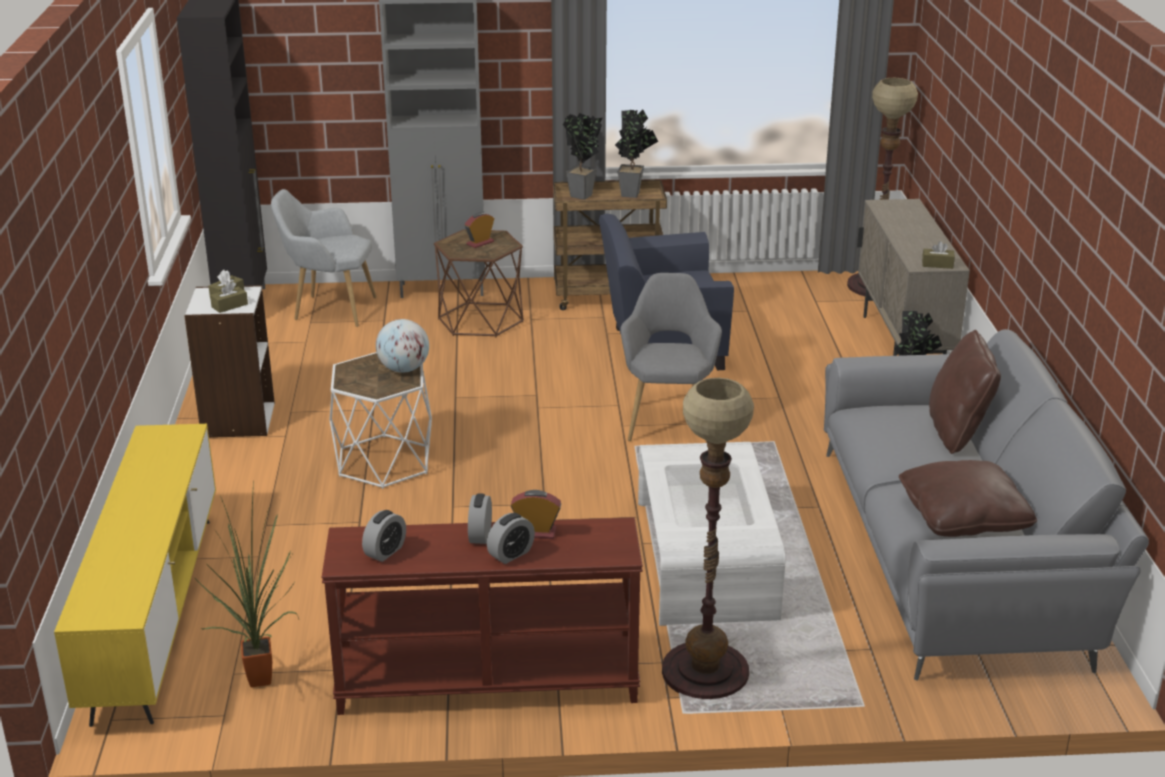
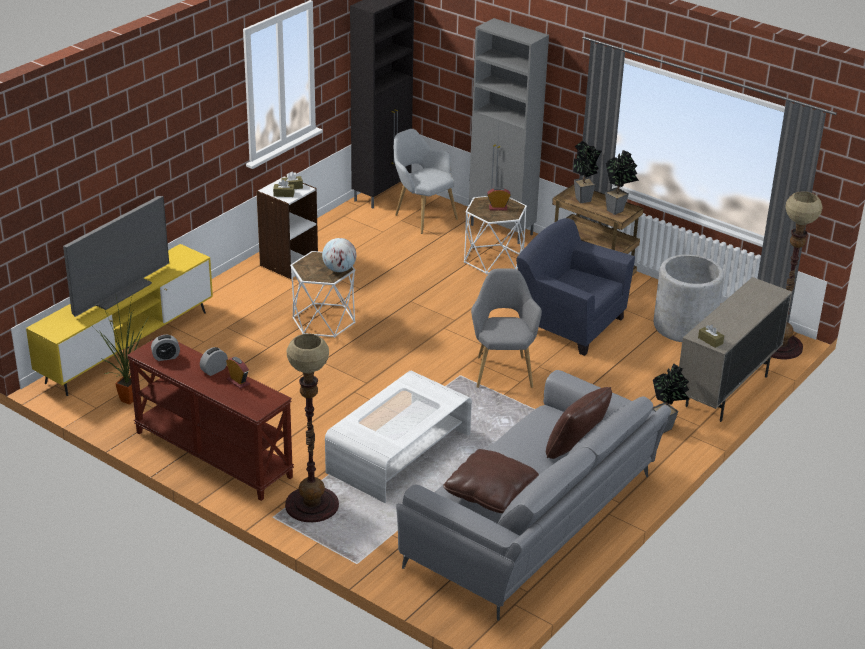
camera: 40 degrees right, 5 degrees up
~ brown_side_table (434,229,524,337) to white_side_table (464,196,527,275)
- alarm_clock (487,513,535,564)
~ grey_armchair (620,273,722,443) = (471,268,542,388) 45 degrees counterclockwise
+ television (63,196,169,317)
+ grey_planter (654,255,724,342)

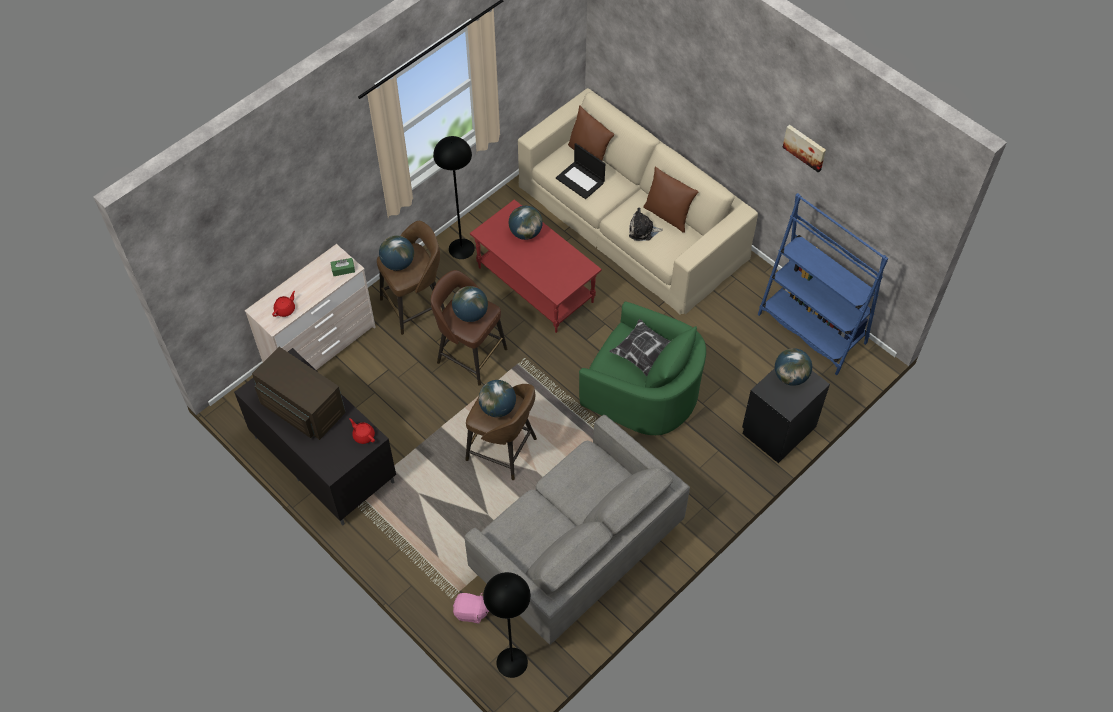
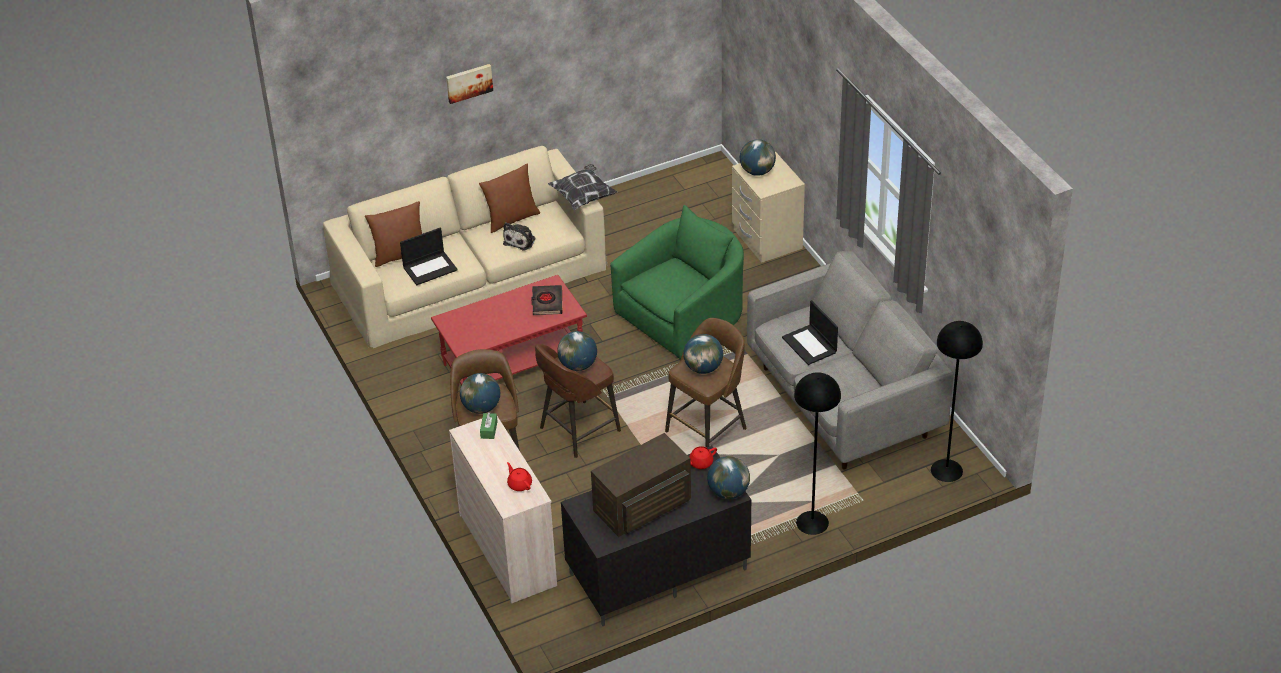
camera: 70 degrees left, 15 degrees down
~ black_floor_lamp (433,136,475,259) to (794,372,841,535)
- pink_plush_toy (453,592,489,624)
~ globe (509,206,543,240) to (707,456,750,499)
~ pillow (609,319,671,377) to (548,164,618,210)
~ black_nightstand (742,368,830,463) to beige_nightstand (732,152,805,263)
- blue_bookcase (758,193,888,375)
~ picture (783,125,826,173) to (446,64,493,104)
+ black_book (531,285,562,315)
+ laptop (782,300,838,365)

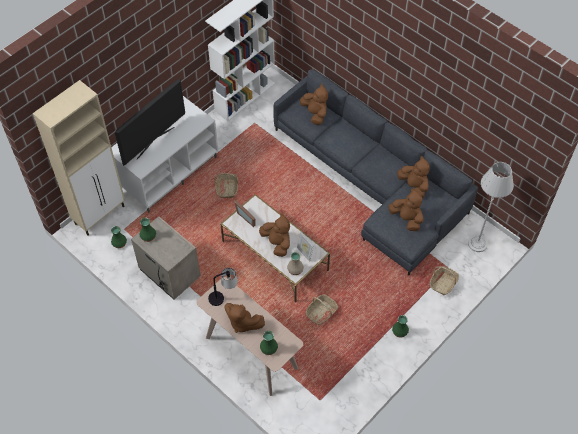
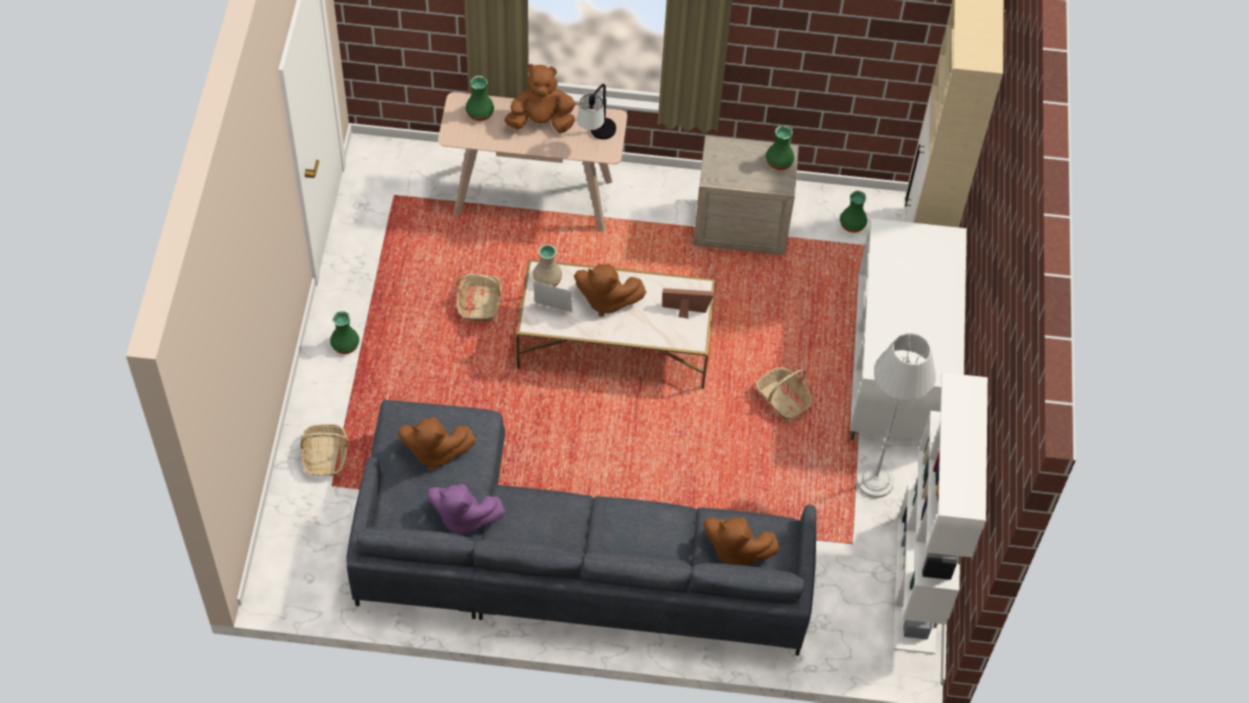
camera: 140 degrees right, 0 degrees up
- television (115,78,185,166)
~ brown_plush_toy (397,156,430,198) to purple_plush_toy (427,484,505,535)
~ grey_floor_lamp (468,162,514,252) to (856,333,936,498)

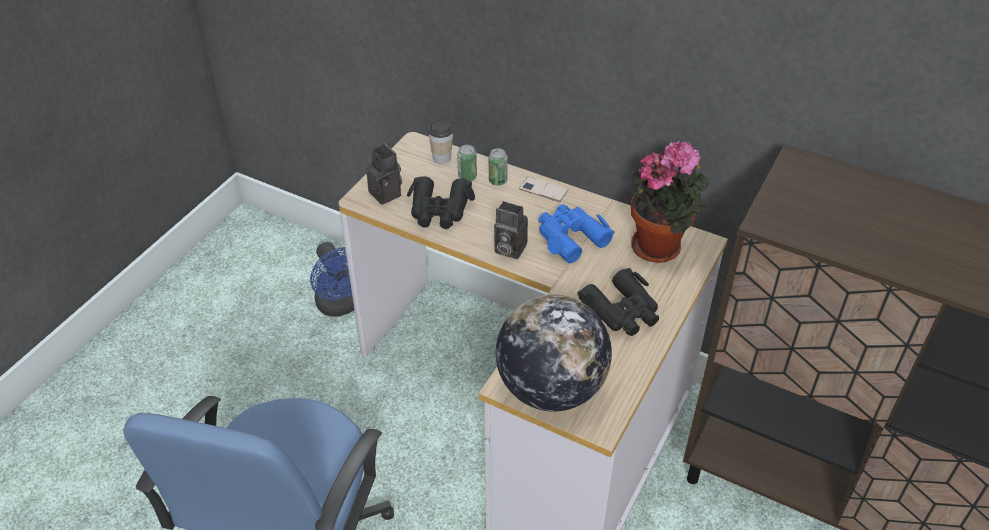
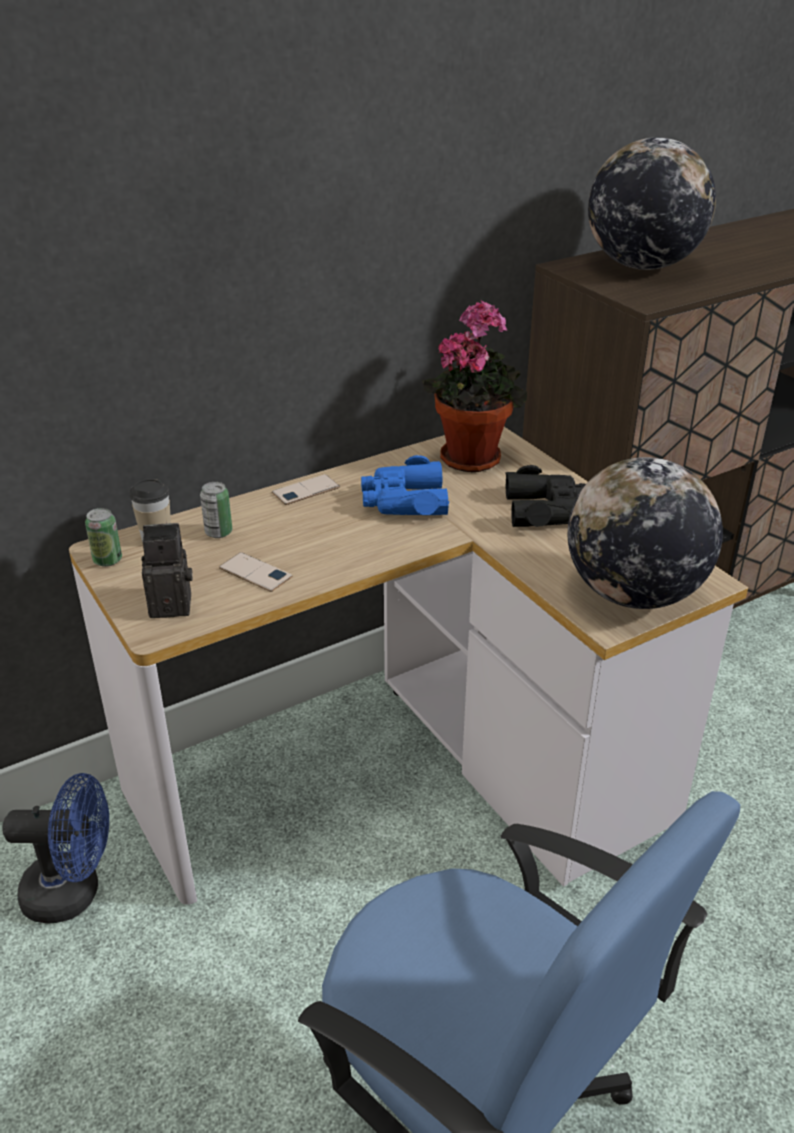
camera: 60 degrees left, 10 degrees down
~ black_binoculars (407,176,475,229) to phone (219,552,293,592)
~ can (489,148,508,186) to (85,508,122,567)
- photo_camera (494,201,528,259)
+ globe (588,137,716,270)

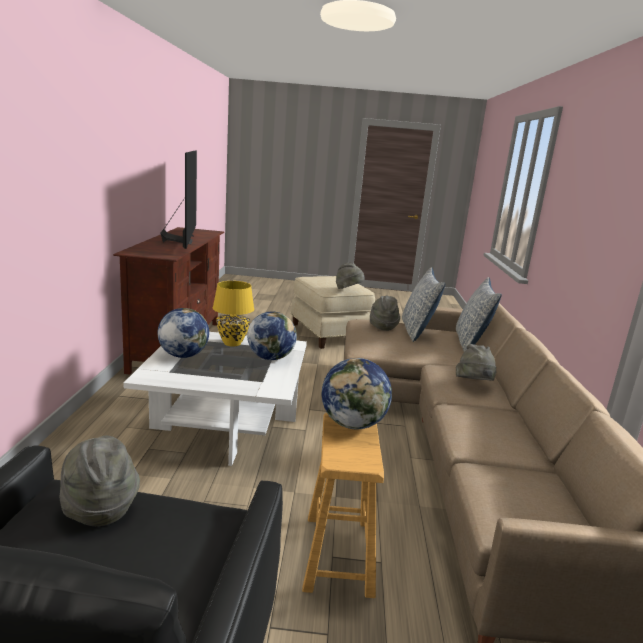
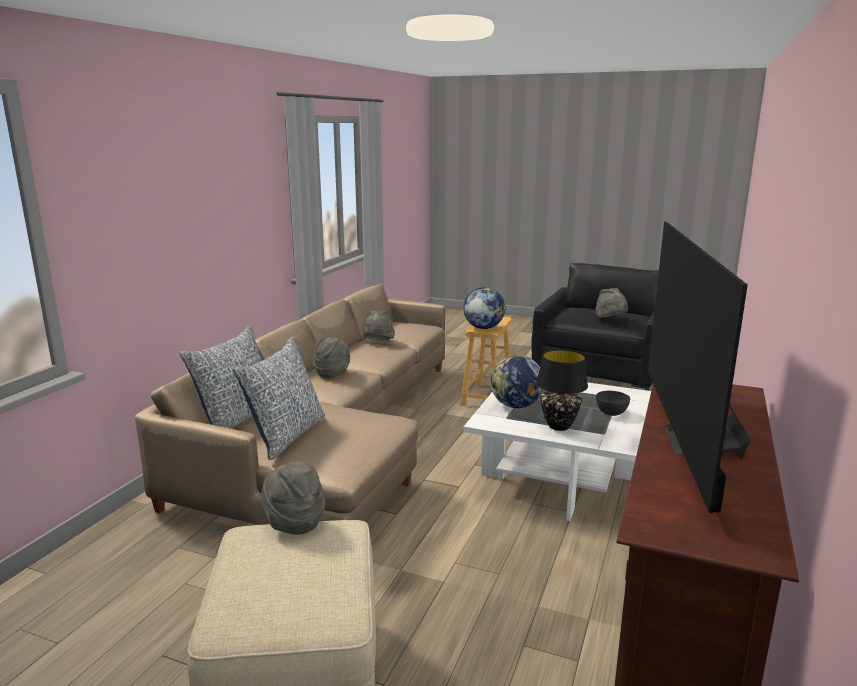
camera: 160 degrees left, 0 degrees up
~ globe (157,308,209,358) to grey_bowl (596,391,630,416)
~ yellow_table_lamp (213,281,254,347) to black_table_lamp (536,349,588,431)
~ grey_hat (370,296,400,331) to (364,310,395,339)

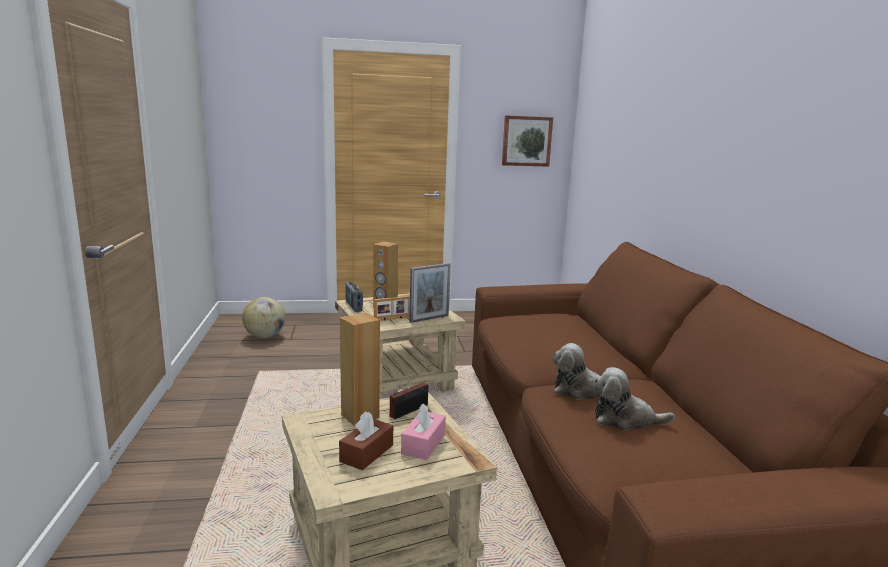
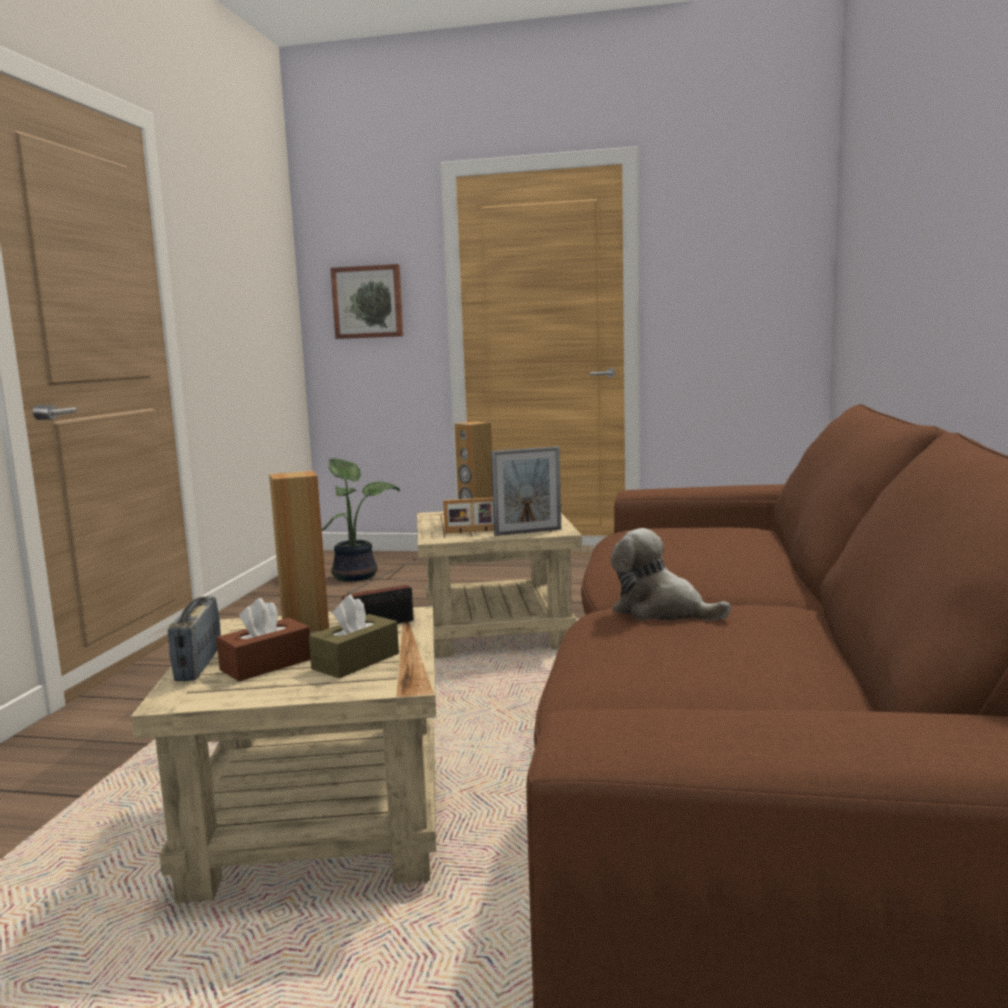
camera: 20 degrees right, 5 degrees down
~ globe (242,297,286,338) to potted_plant (322,458,400,581)
~ radio (345,282,363,312) to (168,597,221,681)
~ pink_tissue_box (401,404,446,460) to brown_tissue_box (309,595,399,678)
~ picture (502,116,553,167) to (330,264,403,339)
- plush_toy (593,367,675,431)

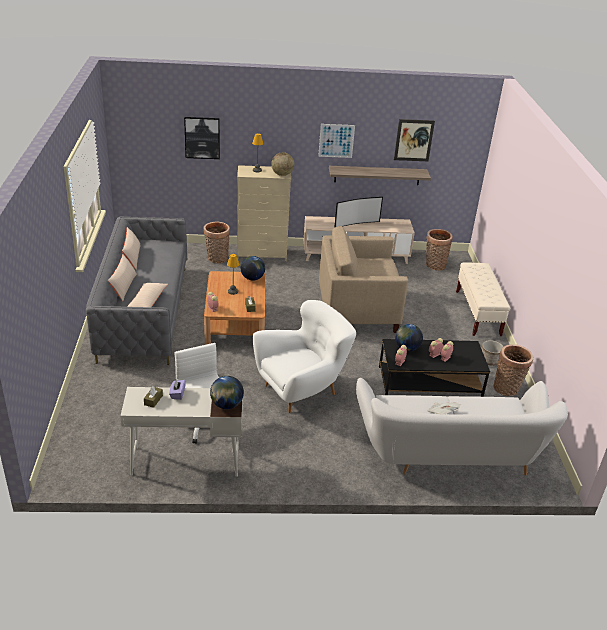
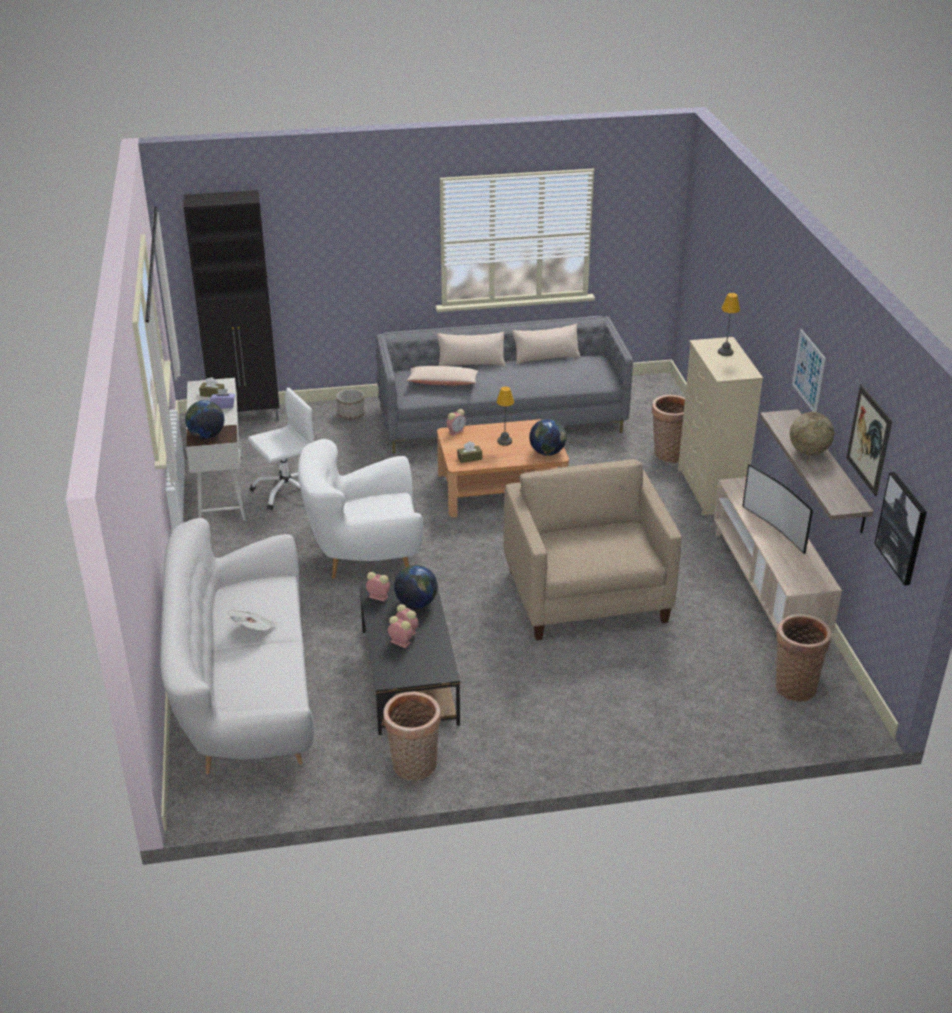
camera: 85 degrees right, 0 degrees up
~ picture (184,117,220,159) to (874,472,927,586)
~ white_armchair (253,300,356,413) = (298,439,423,579) 120 degrees clockwise
~ globe (271,152,294,176) to (790,412,834,455)
- beige_bench (456,263,510,336)
~ planter (481,340,503,366) to (336,389,365,420)
+ black_cabinet (184,190,280,421)

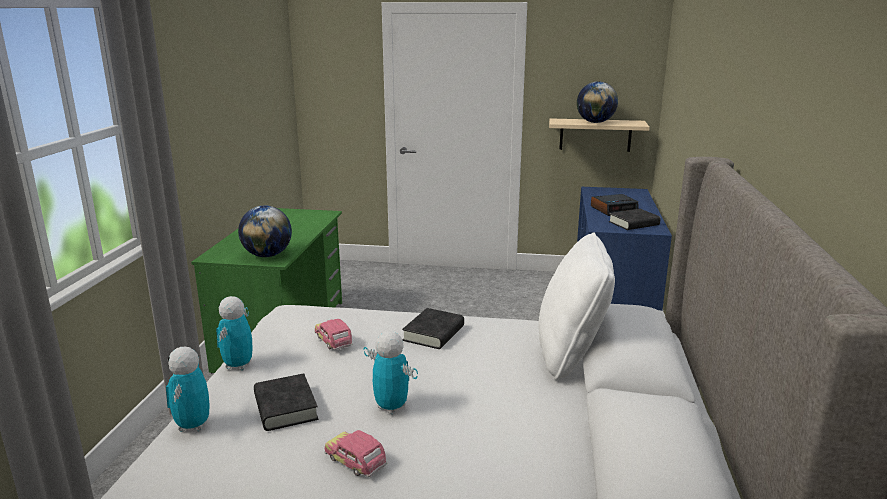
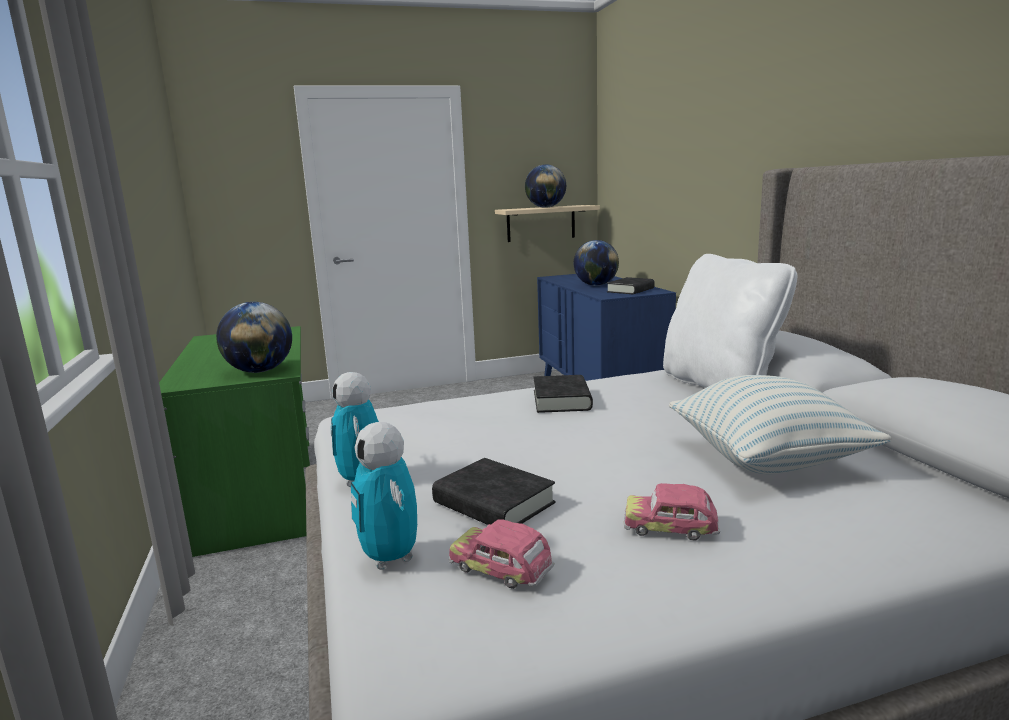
camera: 25 degrees left, 5 degrees down
~ toy_car (315,319,352,350) to (449,519,555,589)
- toy_robot (364,331,418,415)
~ alarm_clock (591,194,638,216) to globe (574,240,619,286)
+ pillow (669,375,892,474)

